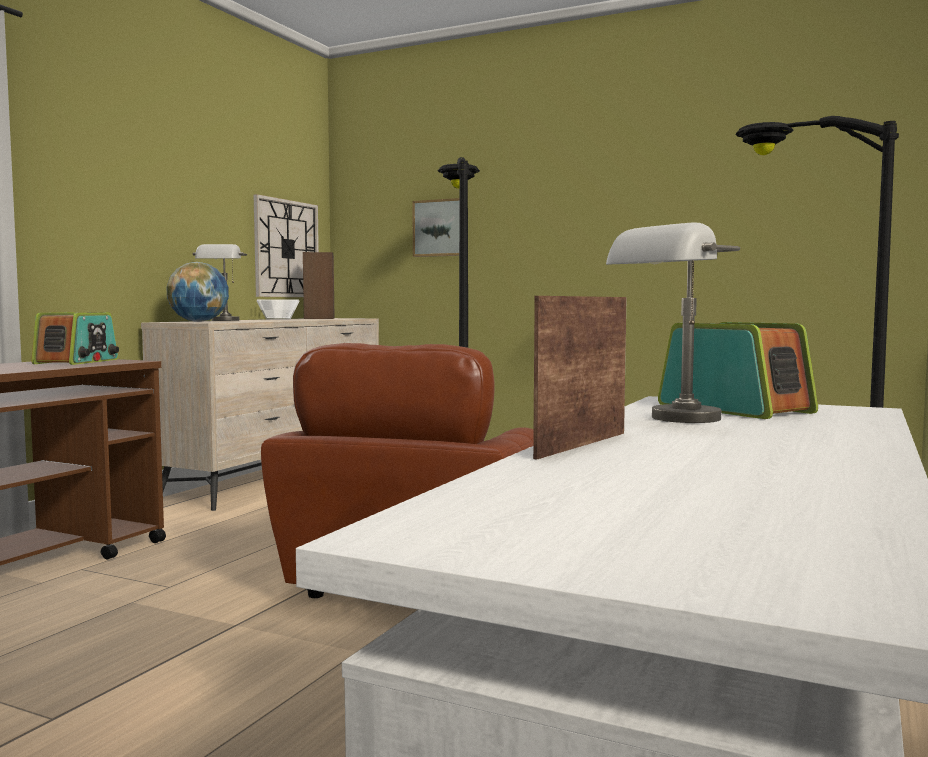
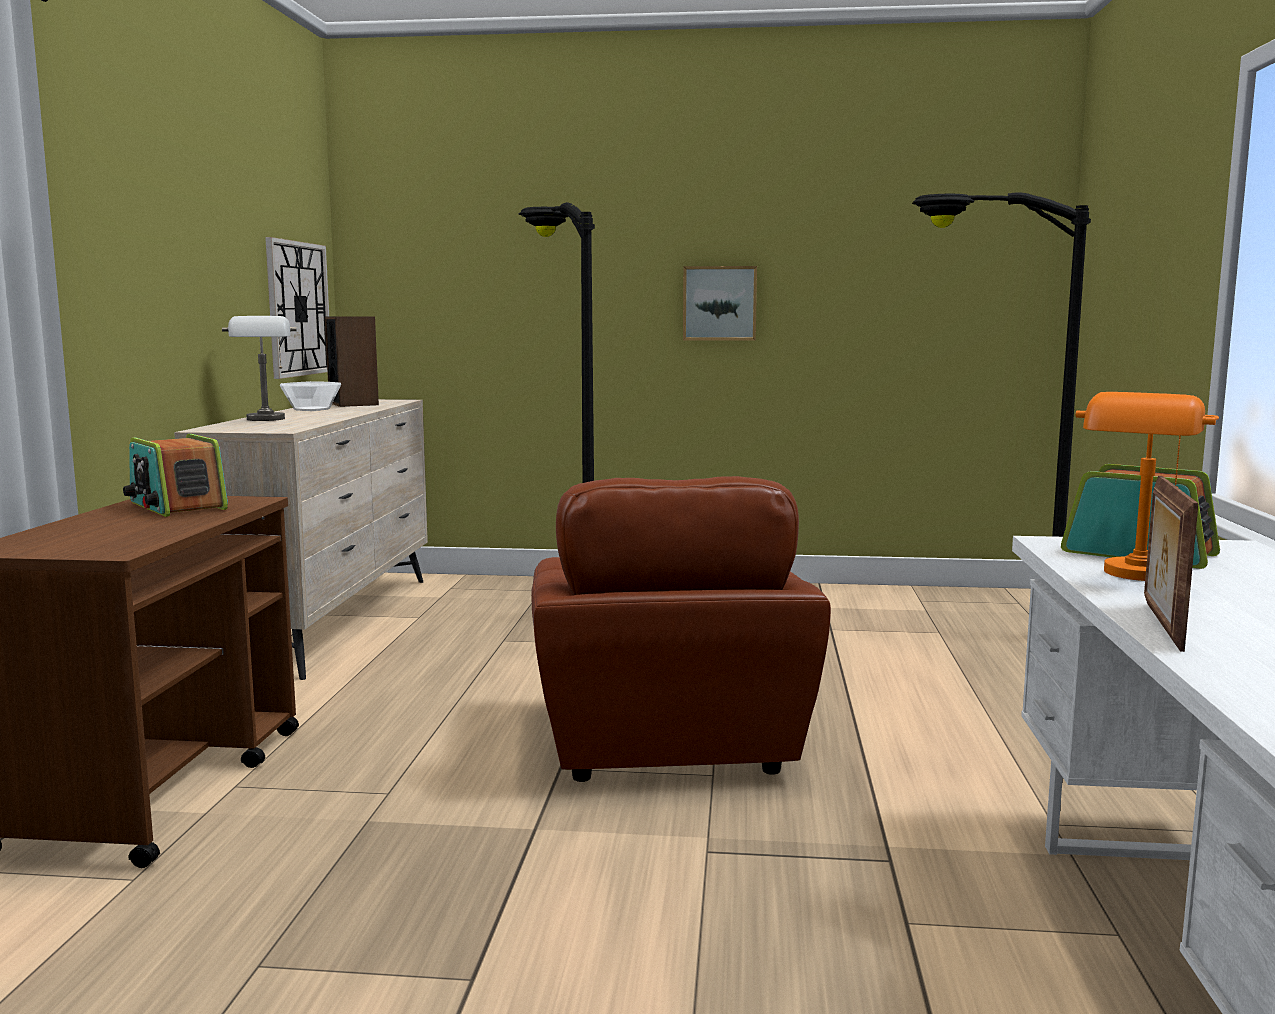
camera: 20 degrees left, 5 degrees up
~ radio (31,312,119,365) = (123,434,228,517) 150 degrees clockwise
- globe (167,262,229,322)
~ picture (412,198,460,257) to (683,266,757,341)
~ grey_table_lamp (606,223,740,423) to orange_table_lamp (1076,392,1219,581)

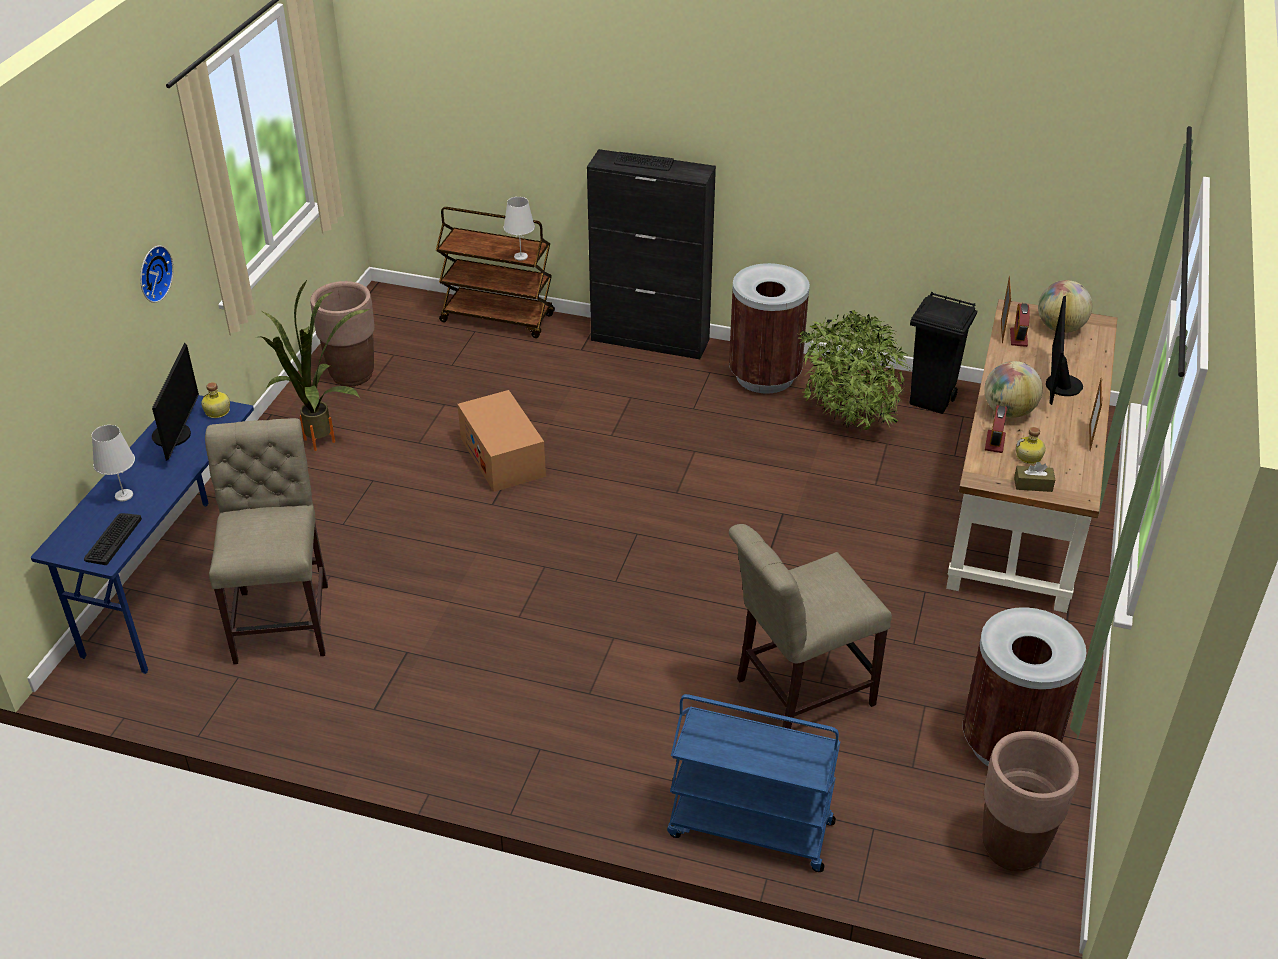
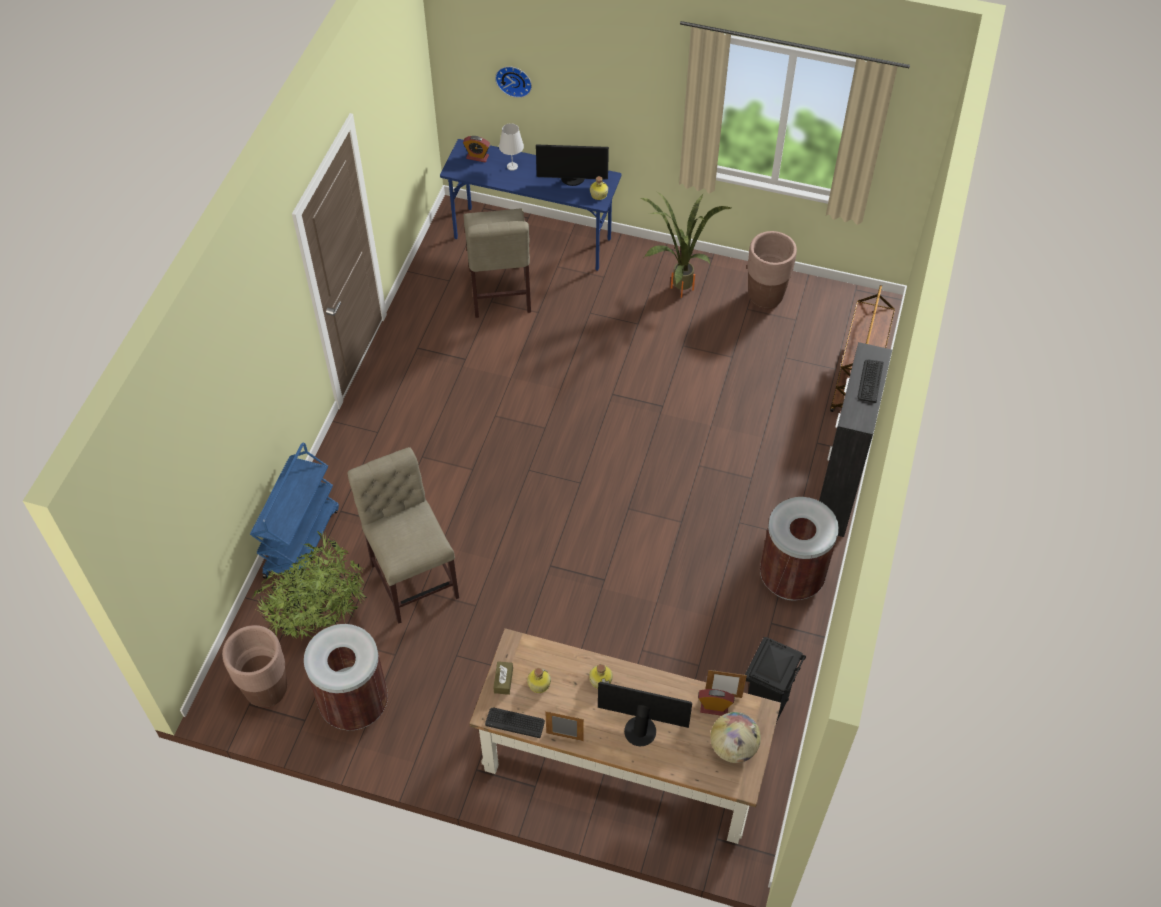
camera: 90 degrees right, 15 degrees up
~ keyboard (84,513,142,565) to (485,708,545,738)
~ wall_clock (140,246,174,303) to (495,66,532,98)
~ beige_chair (205,418,328,664) = (463,209,531,318) 90 degrees clockwise
- cardboard_box (458,390,546,492)
- white_table_lamp (504,197,535,261)
~ potted_plant (798,310,909,431) to (251,531,367,639)
~ globe (984,361,1043,418) to bottle (589,664,613,689)
~ alarm_clock (985,405,1007,453) to (463,136,490,163)

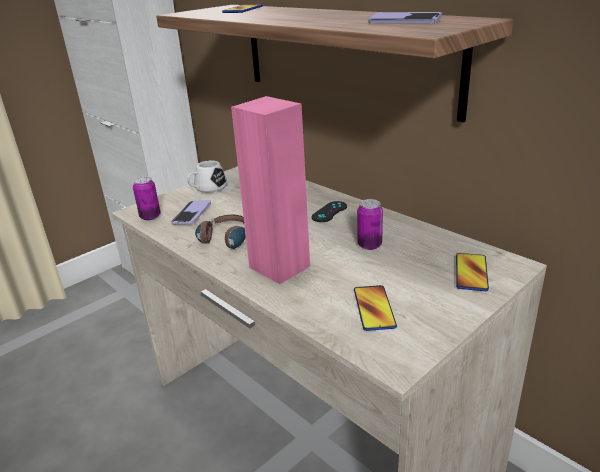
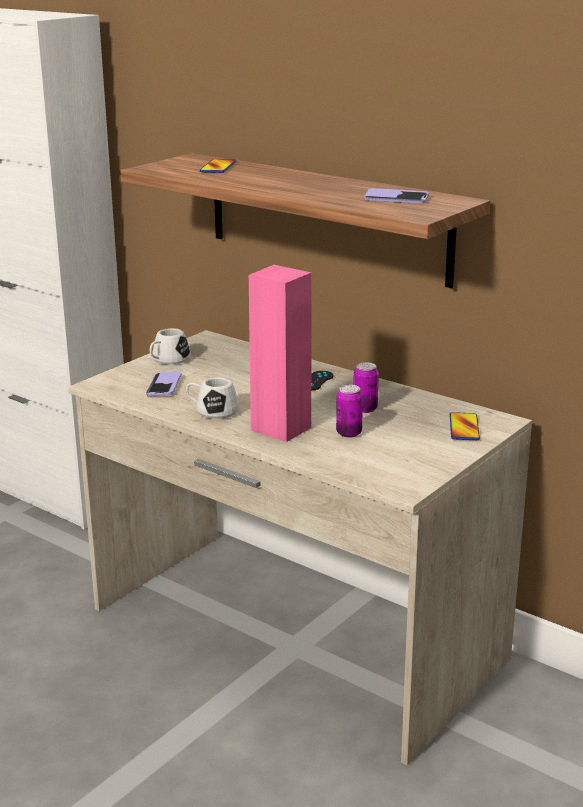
camera: 10 degrees left, 5 degrees down
~ can (133,177,160,220) to (336,385,363,438)
~ headphones (187,215,246,249) to white_mug (186,377,239,419)
- phone (354,285,397,331)

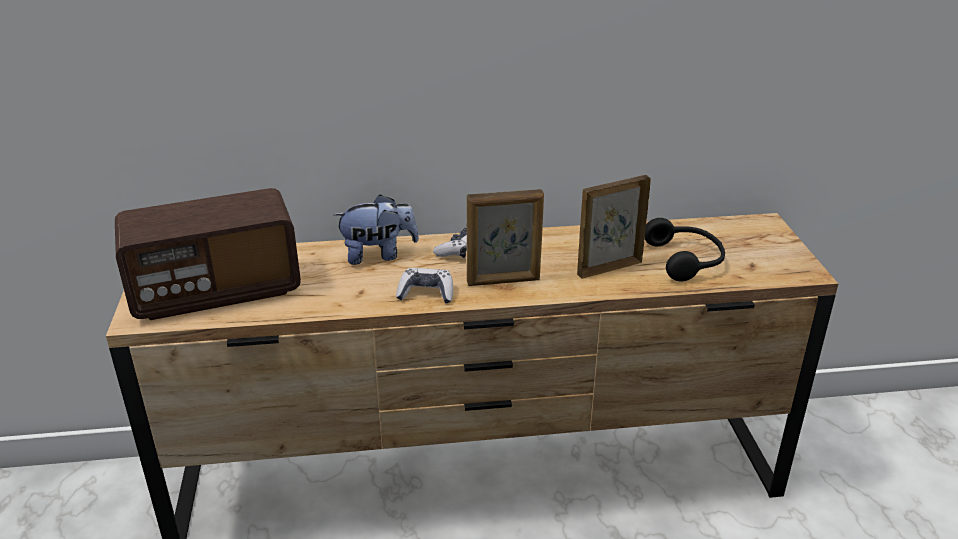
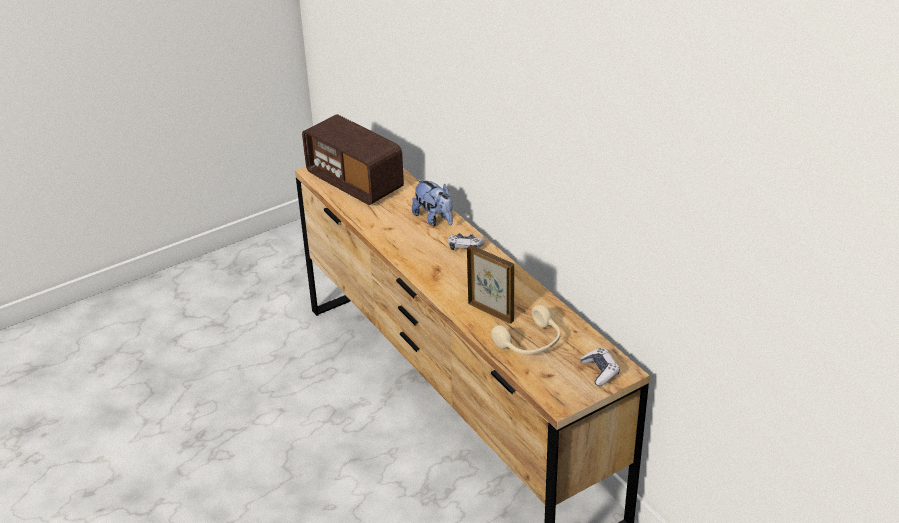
camera: 65 degrees right, 5 degrees up
~ game_controller (396,268,453,303) to (580,348,620,386)
- picture_frame (467,189,544,286)
~ black_headphones (645,218,725,281) to beige_headphones (491,305,561,355)

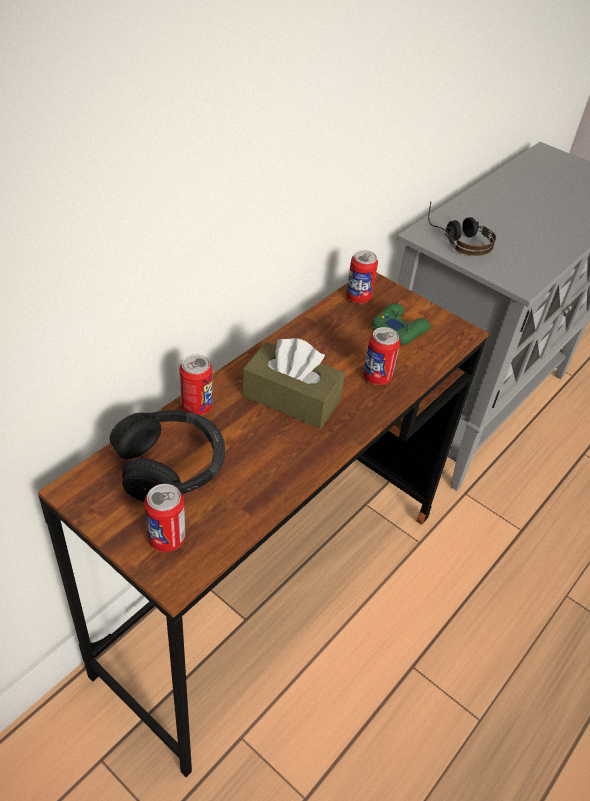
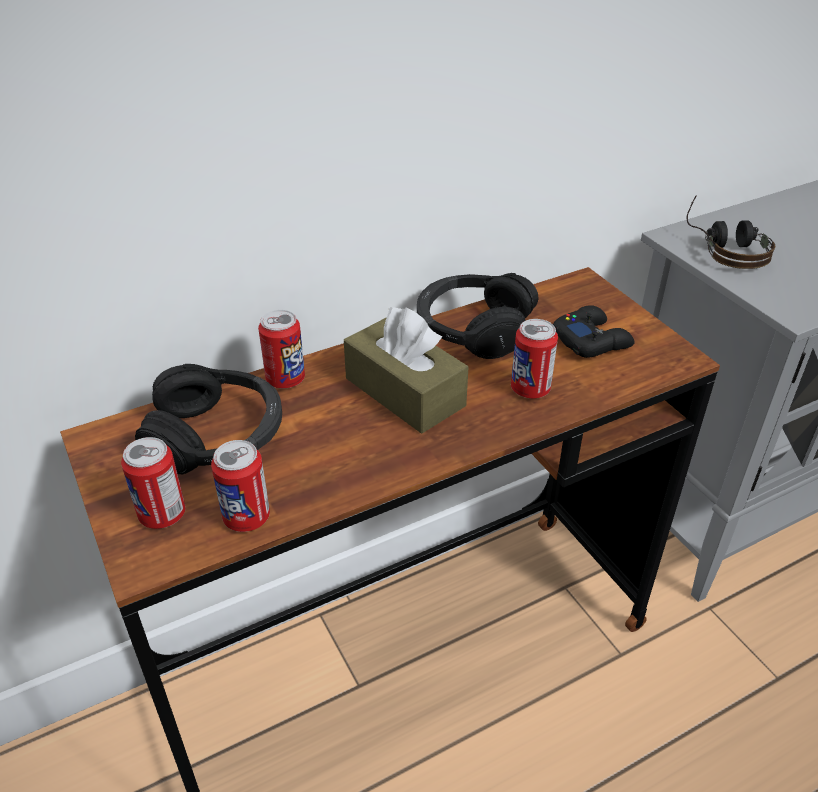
camera: 25 degrees right, 5 degrees down
~ can (346,250,378,303) to (211,440,270,532)
~ green_game_controller (372,303,431,345) to black_game_controller (553,305,635,358)
+ black_headphones (417,273,539,359)

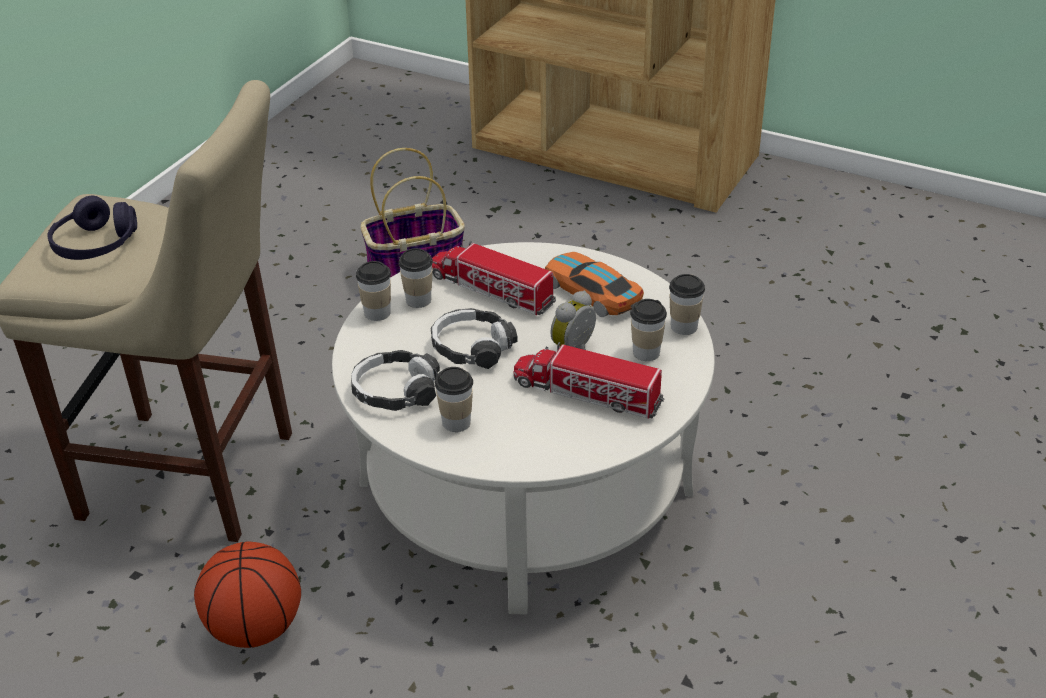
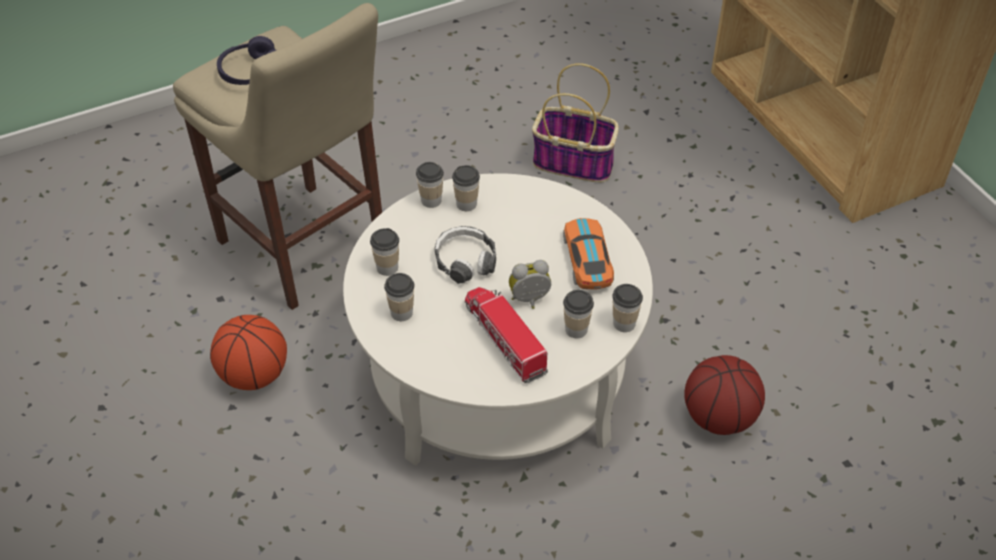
camera: 35 degrees right, 10 degrees up
~ headphones (351,350,440,411) to cup (370,228,399,276)
- toy_truck (432,241,556,315)
+ basketball (684,355,765,435)

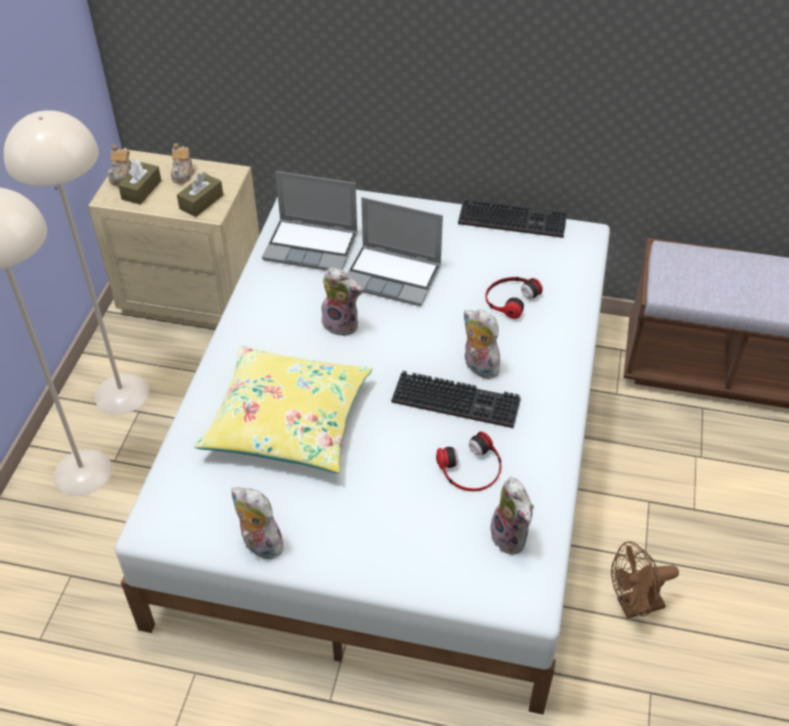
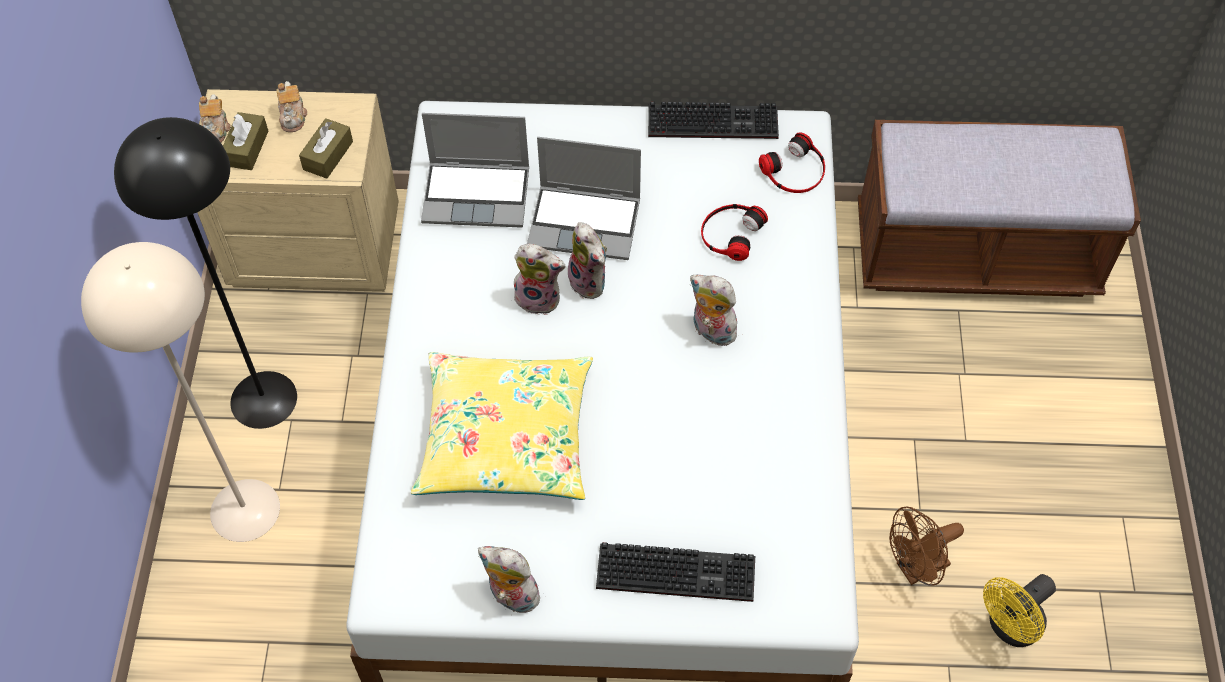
camera: 10 degrees left, 10 degrees up
~ beige_floor_lamp (4,110,149,415) to black_floor_lamp (114,117,297,429)
~ keyboard (391,371,521,428) to (596,542,755,602)
~ headphones (436,432,501,491) to (759,132,825,193)
~ plush_toy (490,477,534,555) to (568,222,607,299)
+ yellow_fan (983,574,1056,647)

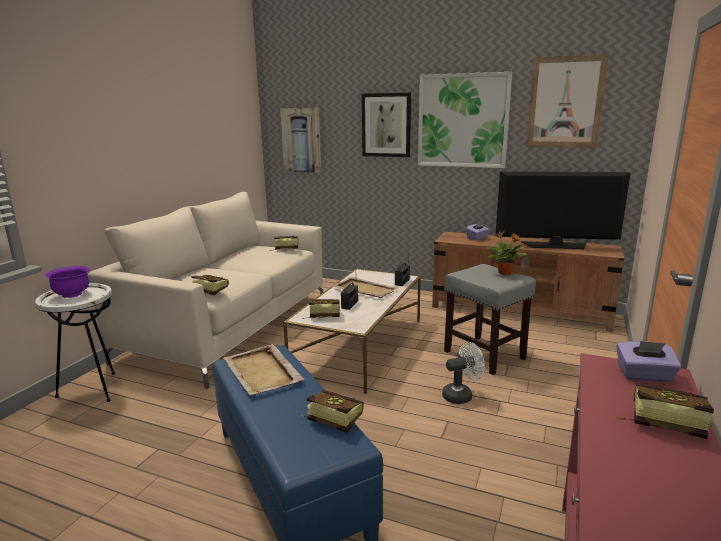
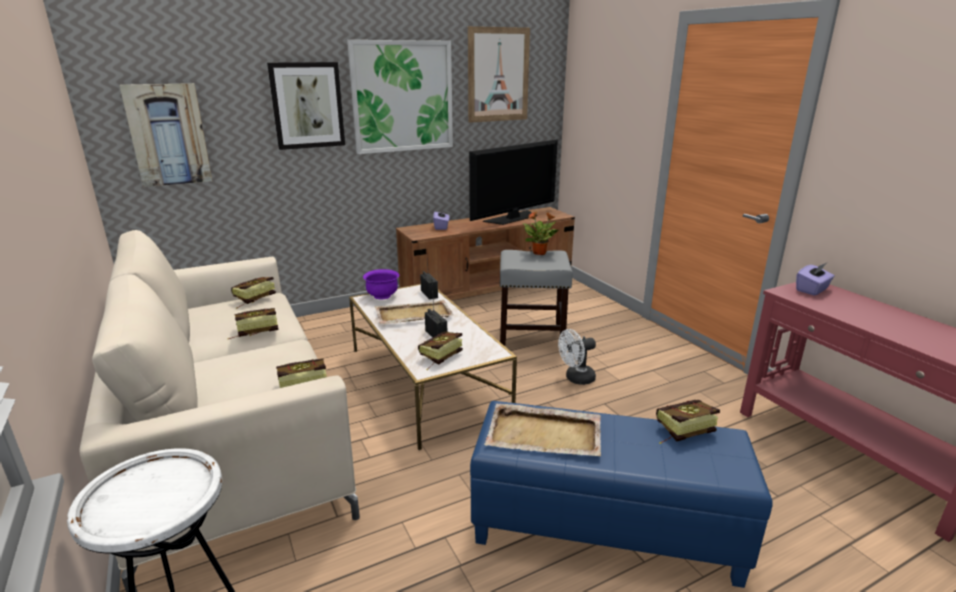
camera: 50 degrees left, 5 degrees up
~ purple_bowl (45,266,90,298) to (363,269,399,299)
~ white_fan (442,342,485,404) = (558,329,596,385) 135 degrees counterclockwise
~ book (615,384,714,439) to (228,308,279,339)

